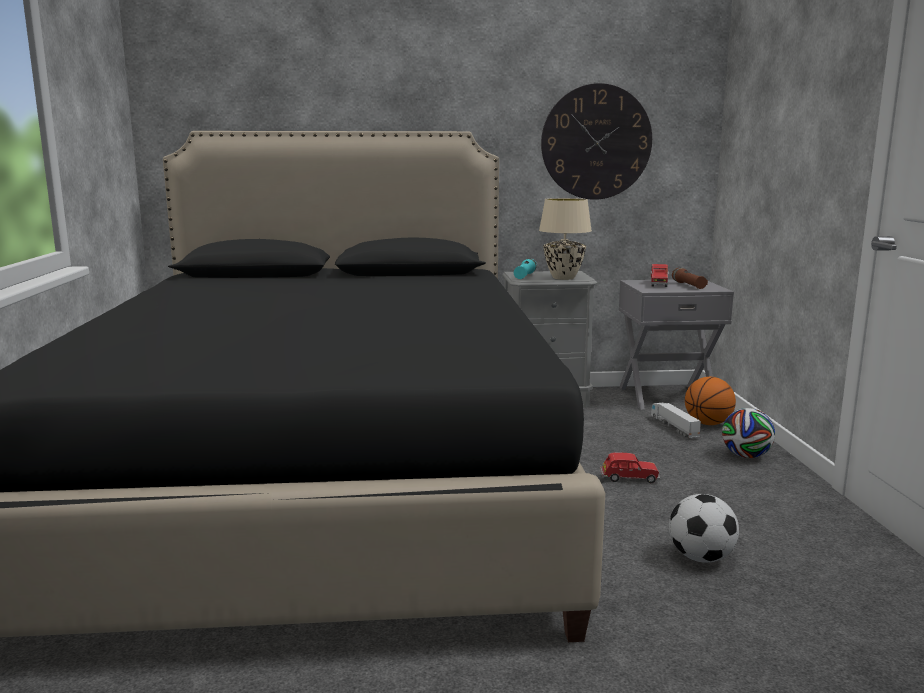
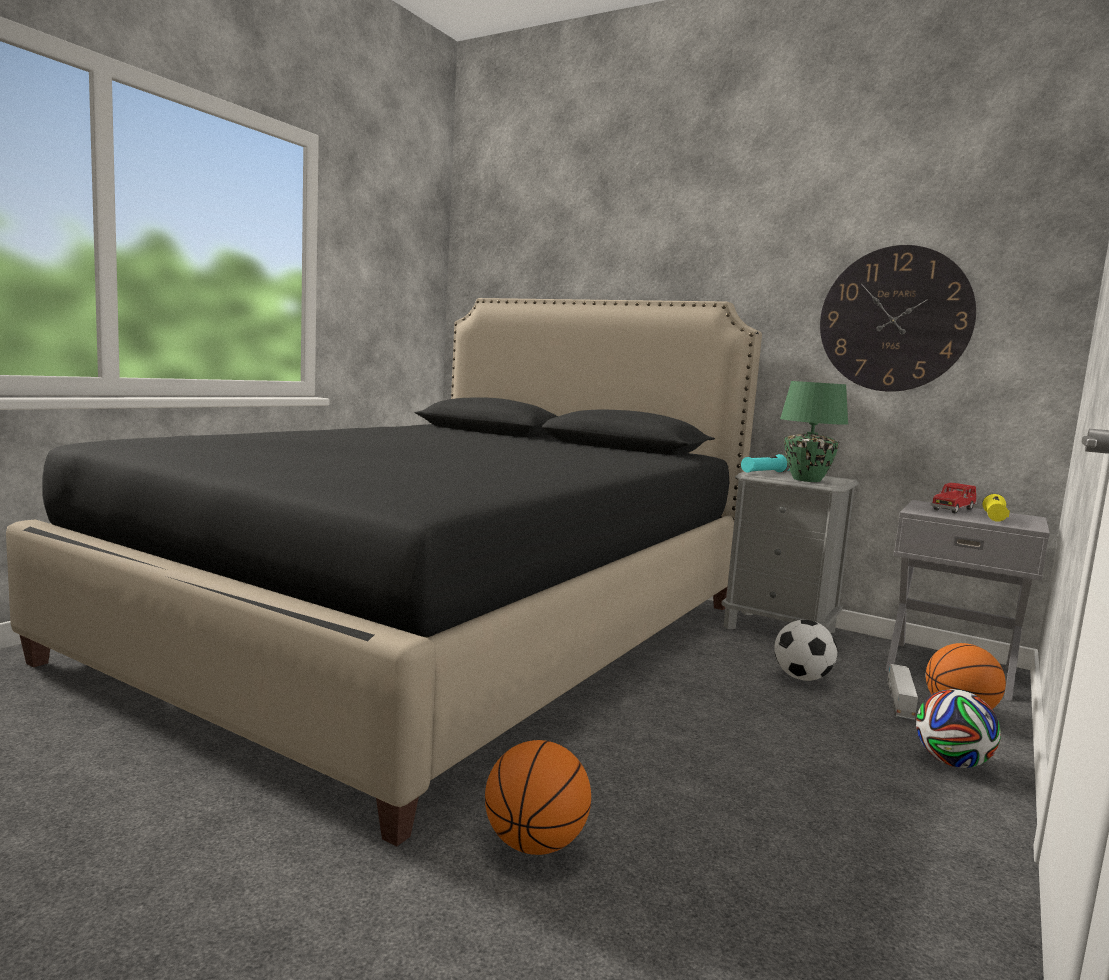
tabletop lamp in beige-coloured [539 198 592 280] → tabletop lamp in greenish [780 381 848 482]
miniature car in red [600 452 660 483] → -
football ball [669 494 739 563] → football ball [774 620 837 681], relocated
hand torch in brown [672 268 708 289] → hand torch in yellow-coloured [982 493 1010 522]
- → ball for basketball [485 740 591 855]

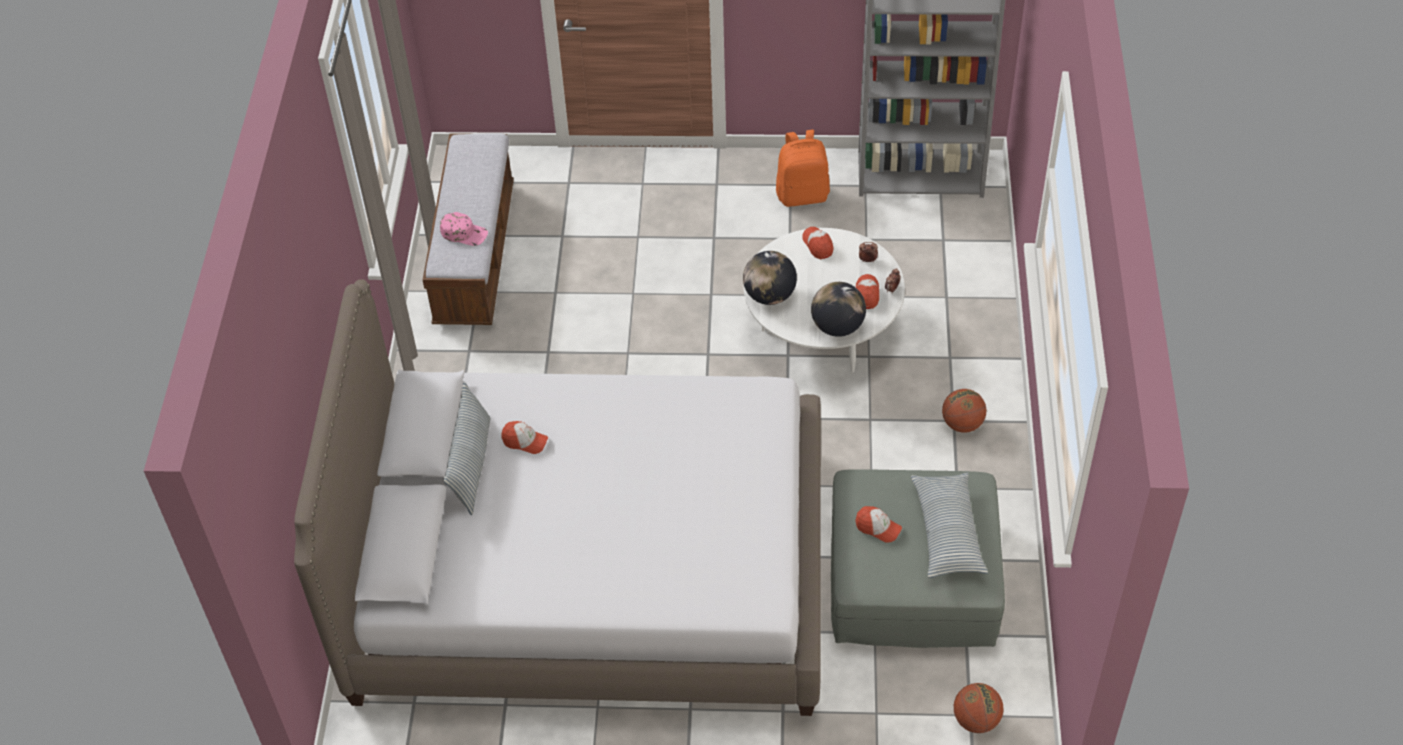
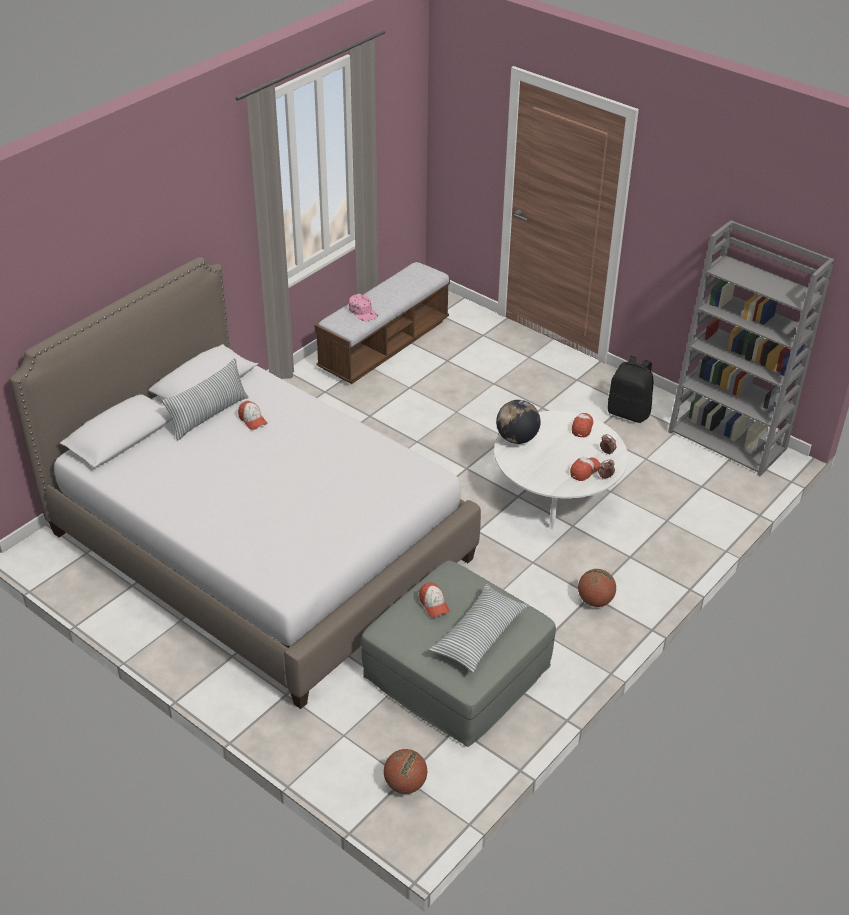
knapsack in orange [776 130 830 207] → knapsack in blackish [608 355 653 423]
desk globe [811 282 866 337] → -

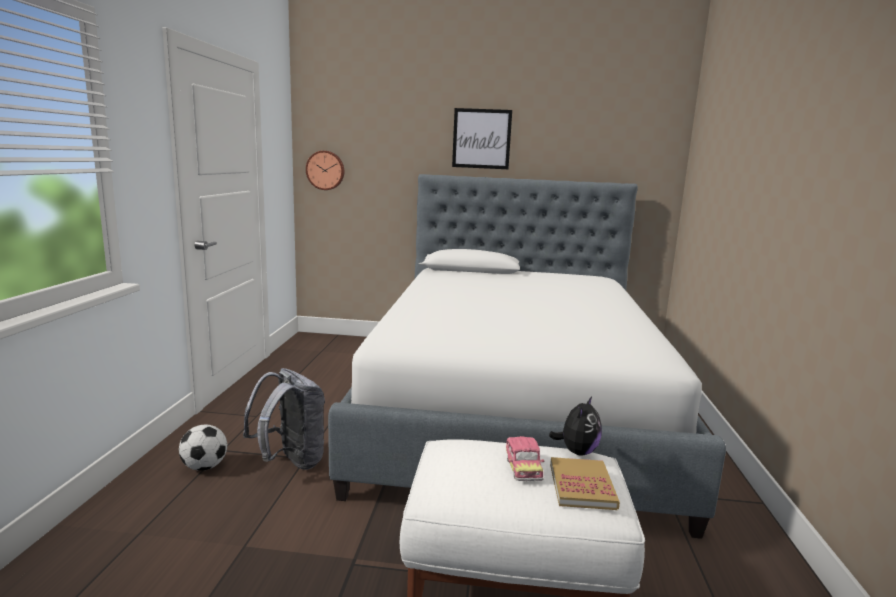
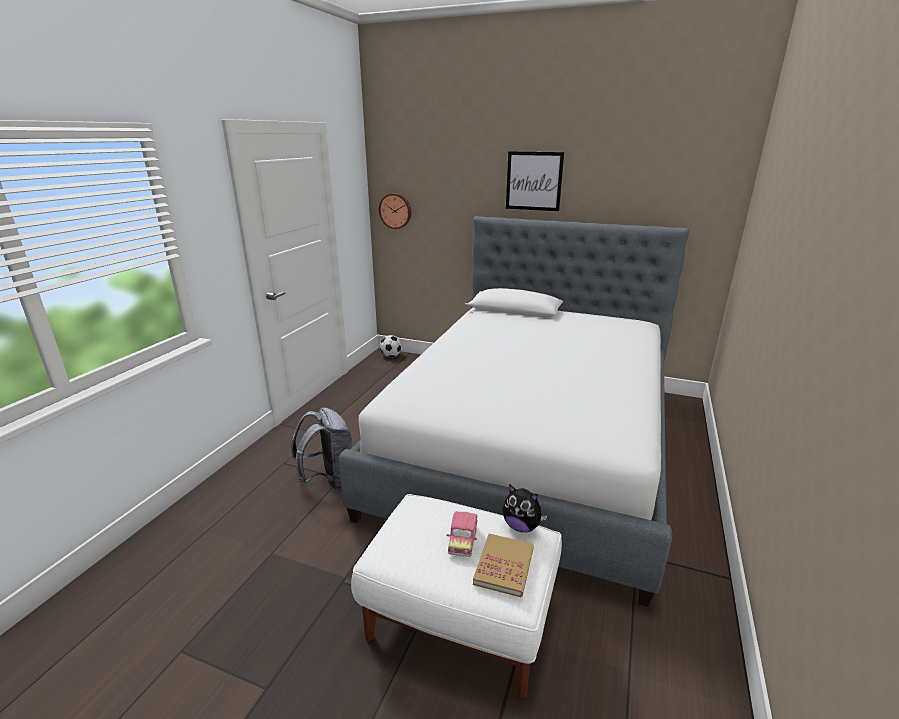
football ball [179 424 227 471] → football ball [380 335 402 357], relocated
cuddly toy [549 396 602 456] → cuddly toy [503 484 548 533], 75 degrees clockwise

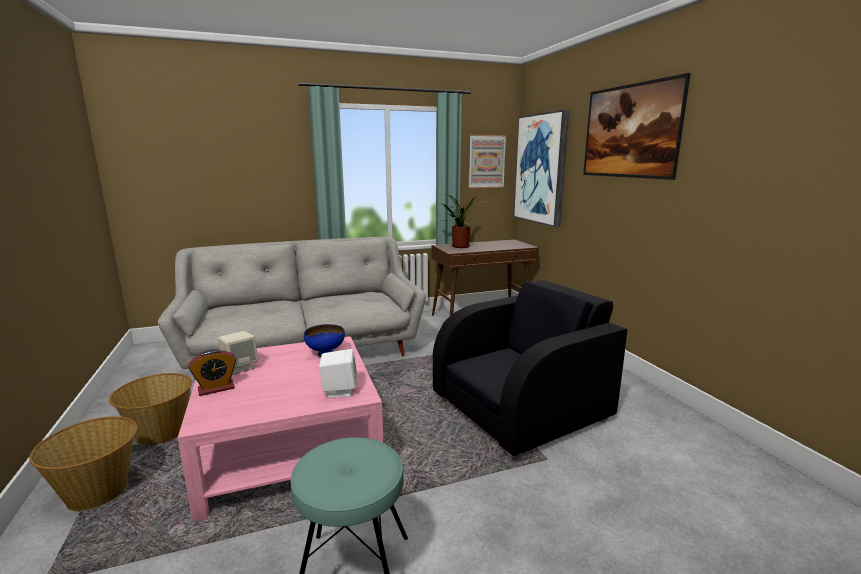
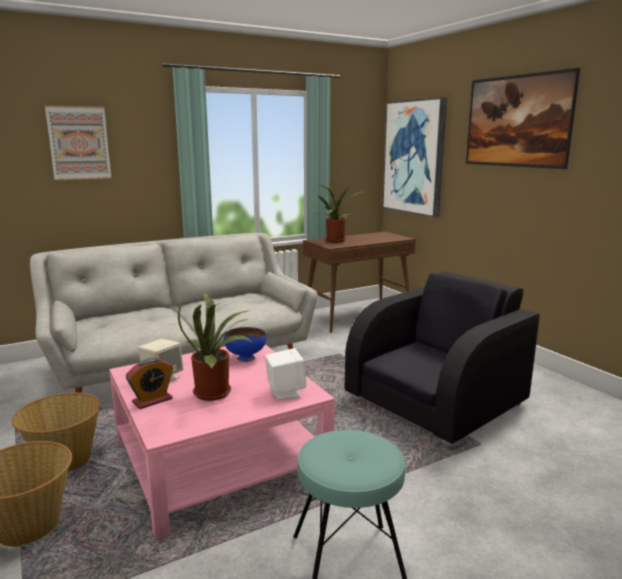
picture [469 135 506 188] → picture [45 105 112 181], relocated
- → houseplant [178 293 251 401]

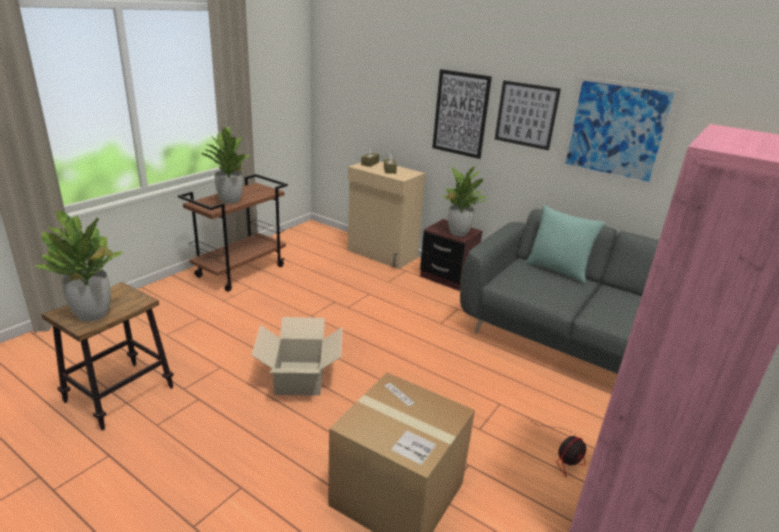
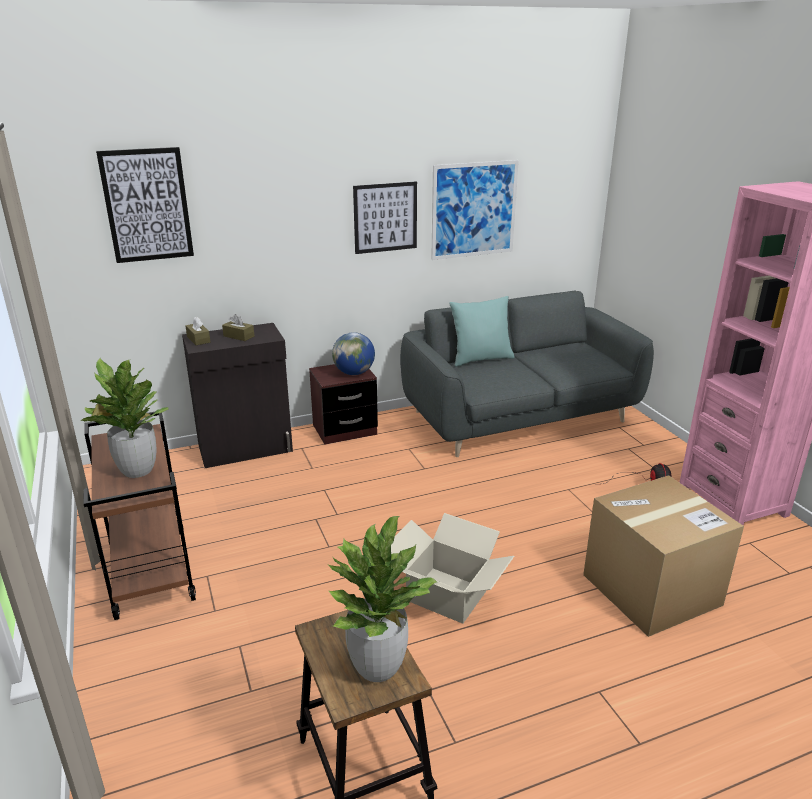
cupboard in beige-coloured [348 161 426 269] → cupboard in blackish [182 323 293 468]
picture [432 69 492 159] → picture [96 147 194 263], relocated
houseplant [441 166 488 237] → desk globe [332 332 375 375]

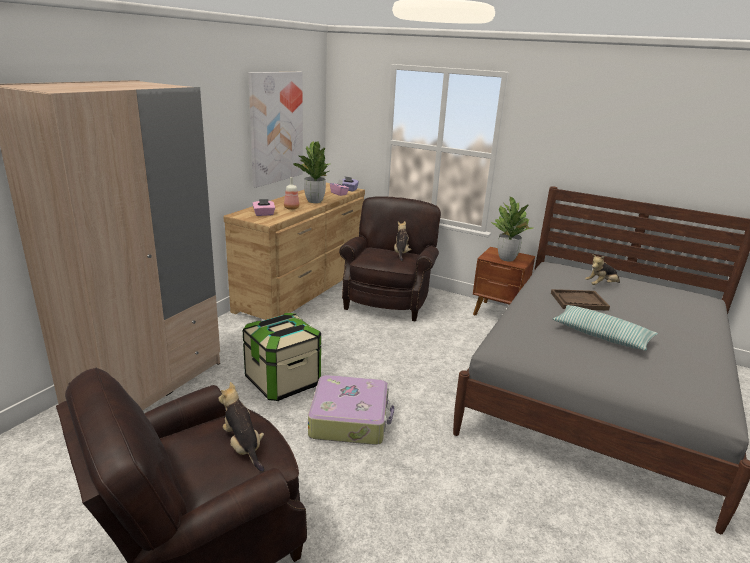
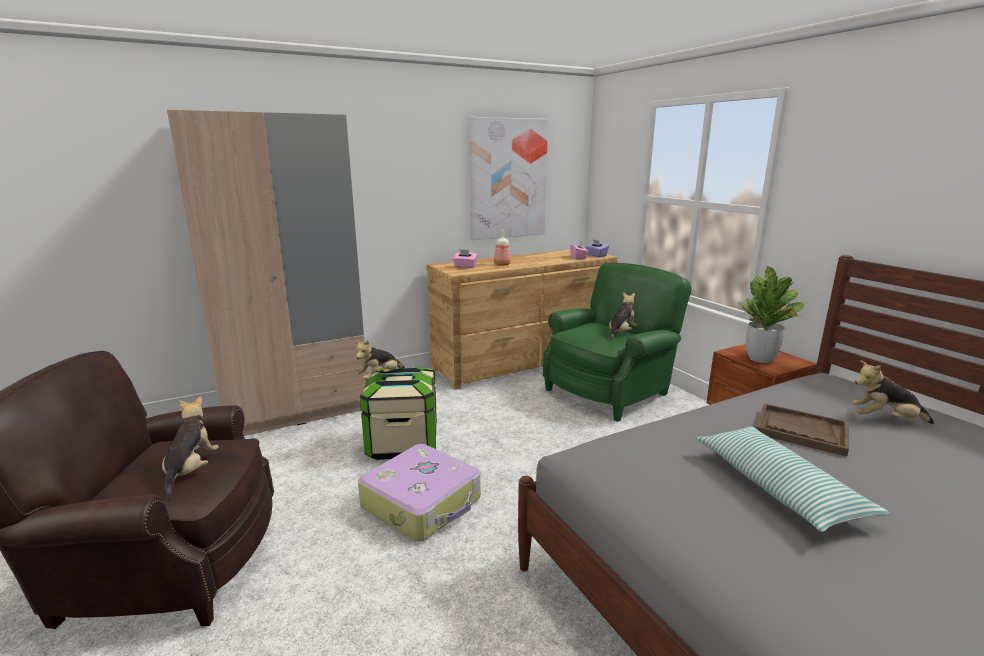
houseplant [293 141 330 203] → -
easy chair in brown [339 196 441 322] → easy chair in greenish [543 263 691 422]
- → cuddly toy [354 340 405 380]

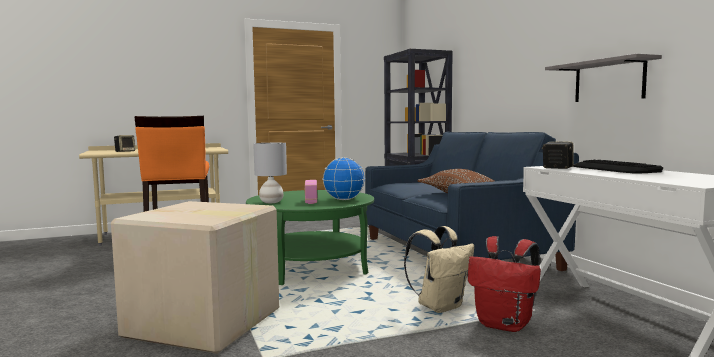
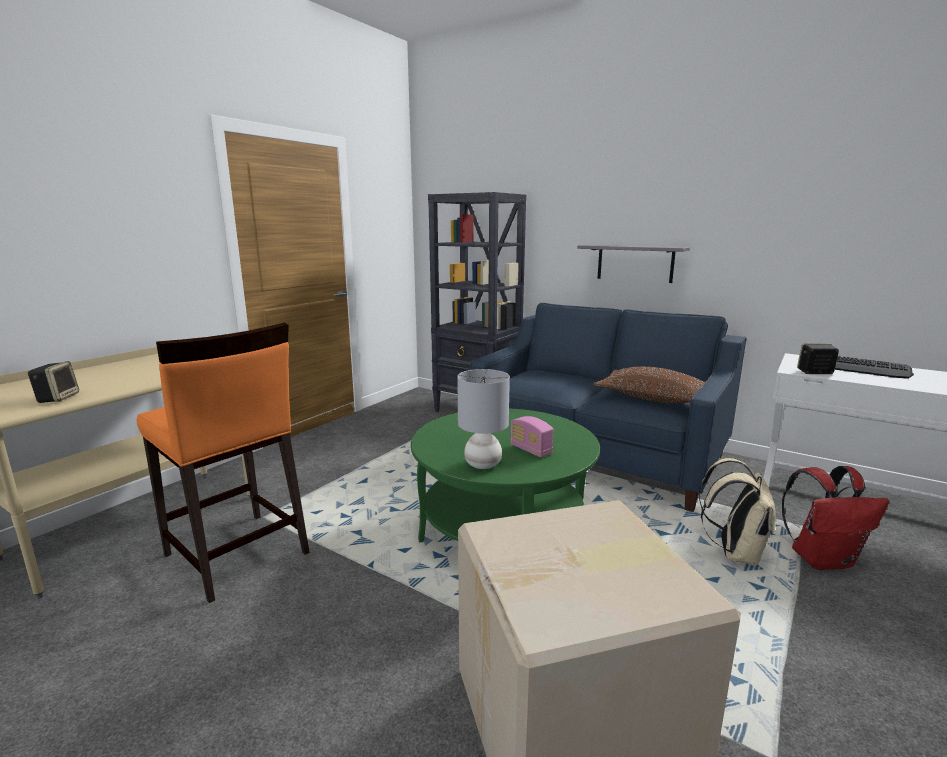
desk globe [322 157 365 200] → -
shelf in grey [545 54 662 102] → shelf in grey [577 245 690 283], relocated

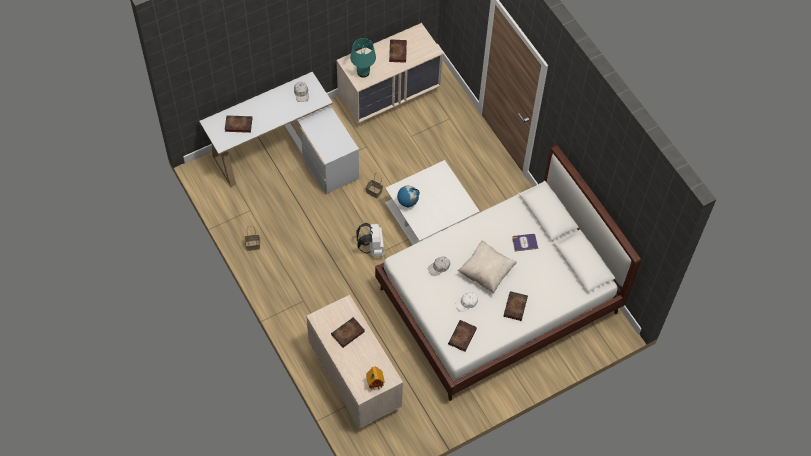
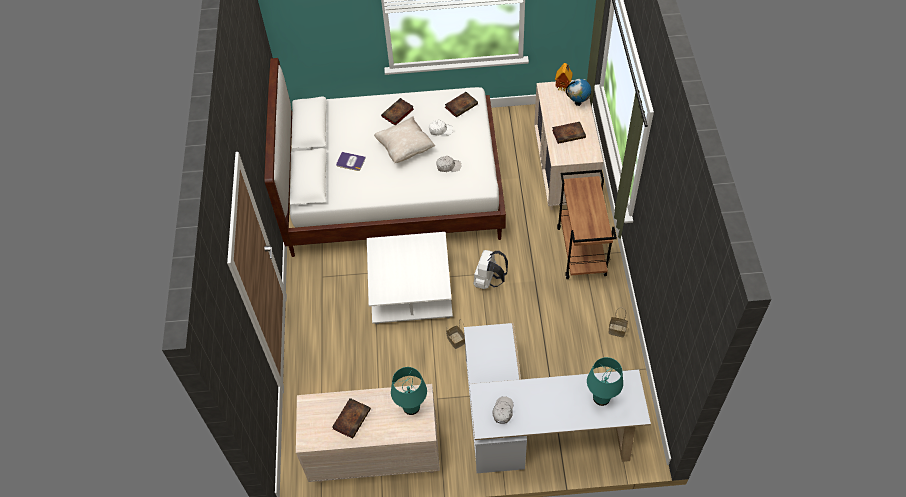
volume [225 115 252 133] → tabletop lamp in blue-green [587 357 623 406]
desk globe [397 186 420 207] → desk globe [566 79 591 106], relocated
- → trolley in brown [557 170 617 279]

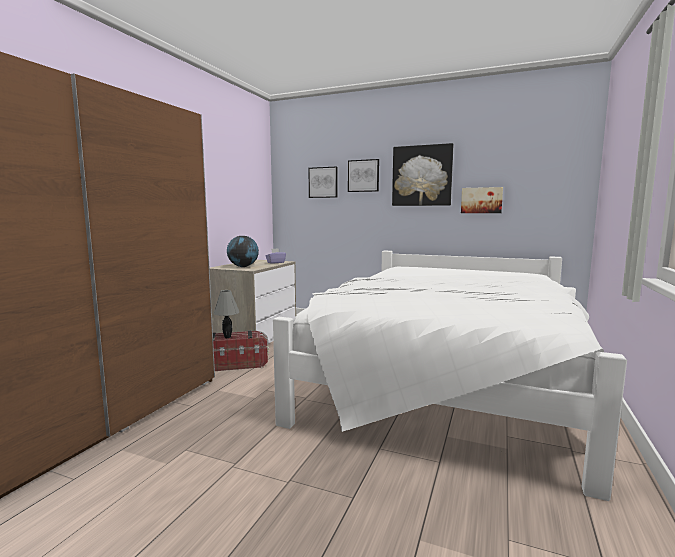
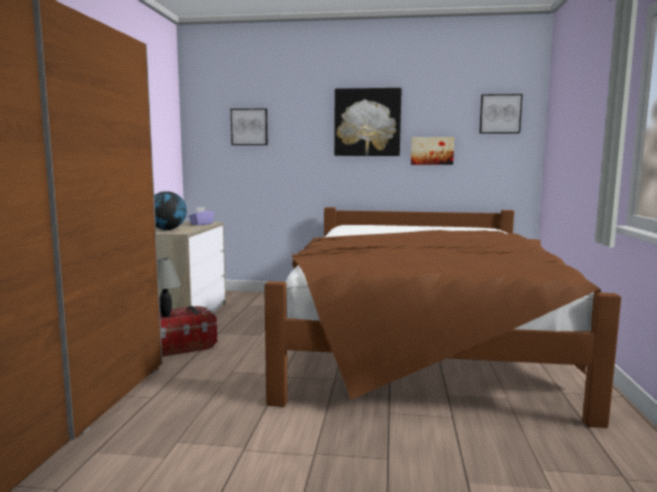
bed in white-coloured [273 251 627 501] → bed in brown [264 207 621 428]
picture [348 159 379 192] → picture [479 94 523 134], relocated

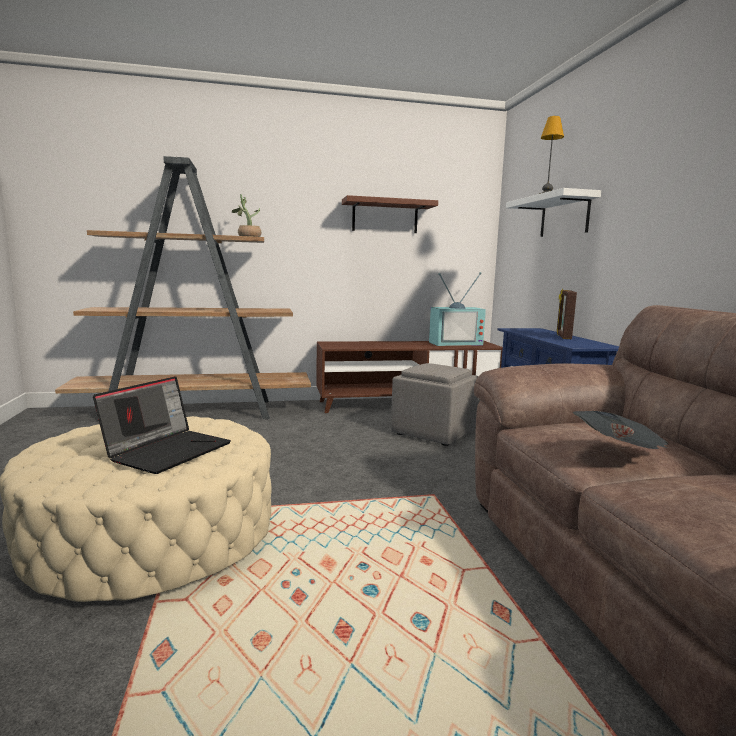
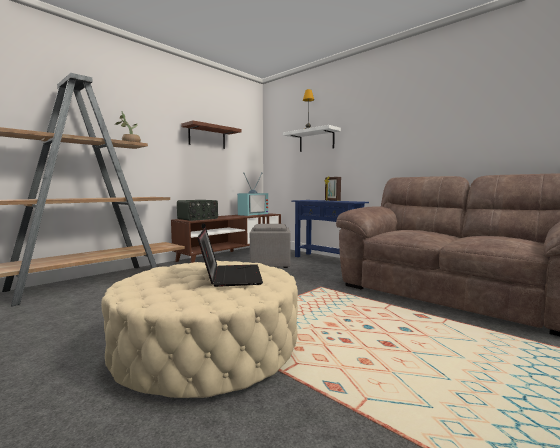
newspaper [572 411 669 449] → -
- → radio set [177 200 218 221]

